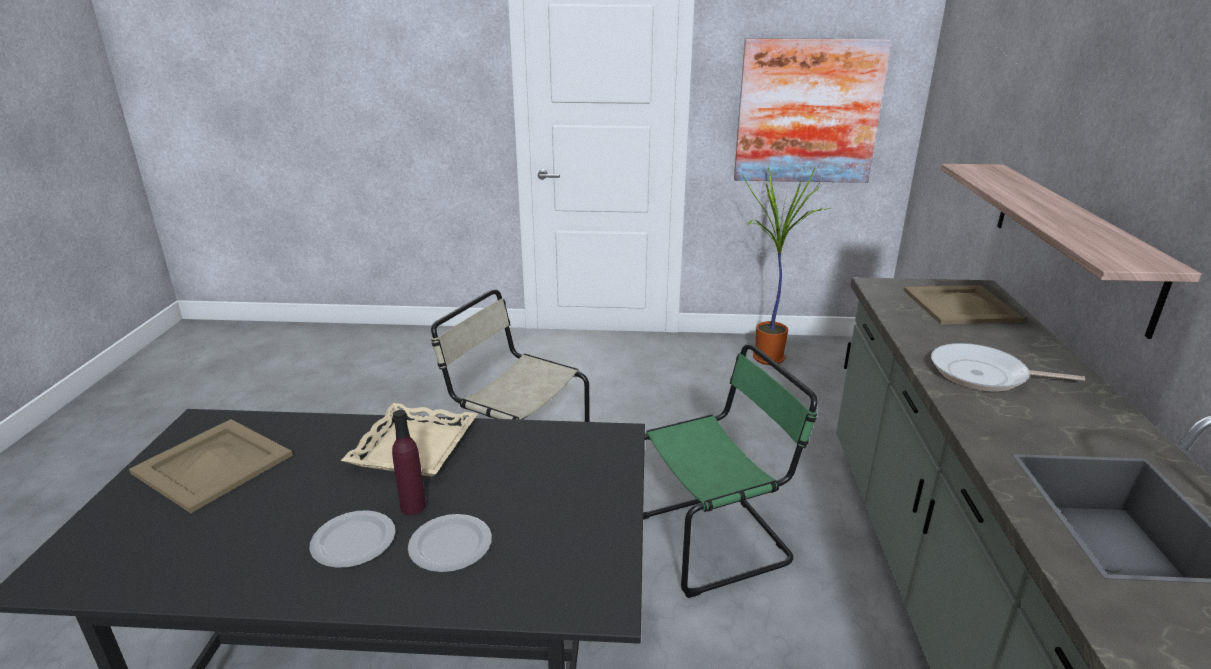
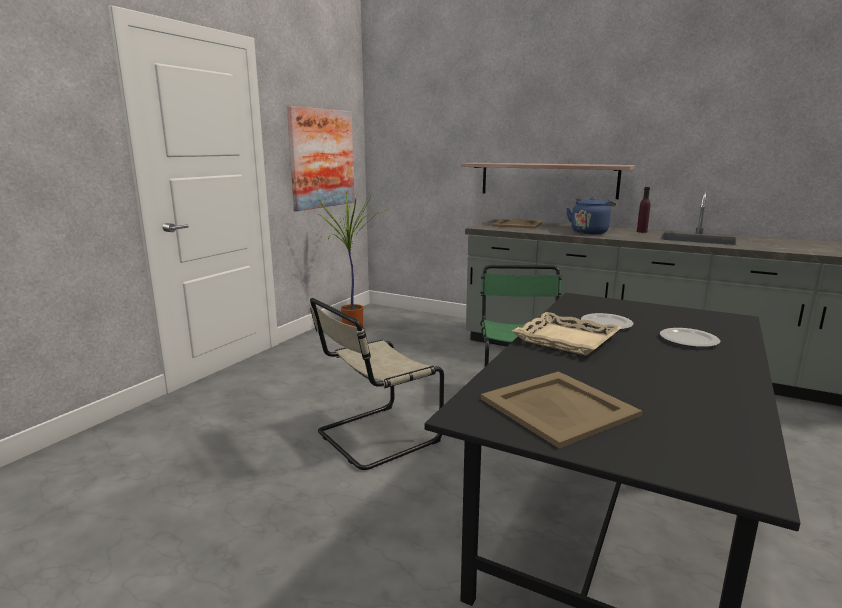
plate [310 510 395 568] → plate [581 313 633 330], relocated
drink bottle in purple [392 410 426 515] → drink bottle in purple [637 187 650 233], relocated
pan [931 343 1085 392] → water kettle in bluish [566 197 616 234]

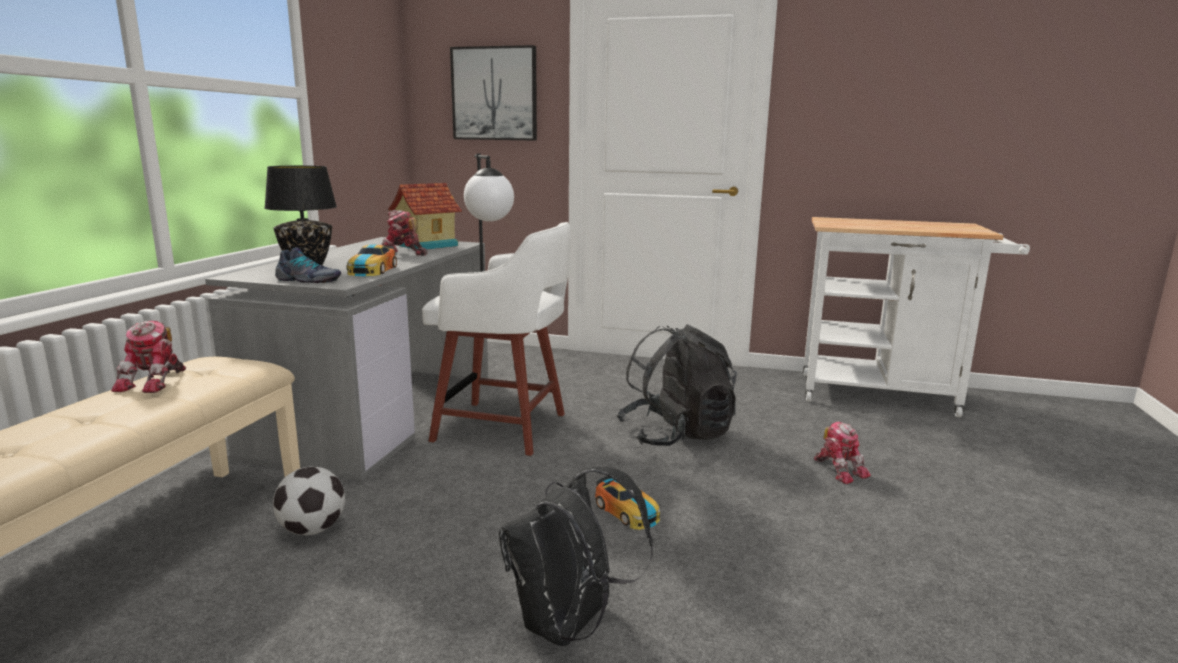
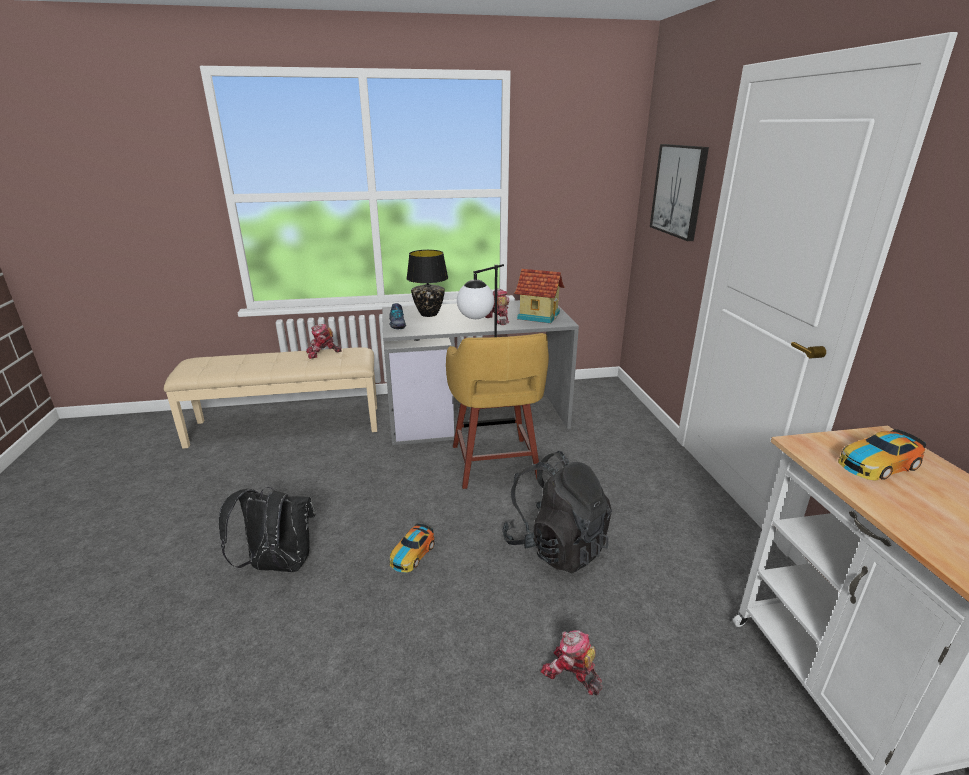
football ball [273 467 345 535] → -
miniature car [347 244 397 276] → miniature car [838 429 926 480], relocated
stool seat in white-coloured [422 222 571 456] → stool seat in yellow-coloured [446 333 549 489]
toy robot [814 422 871 484] → toy robot [540 631 602 695], 90 degrees clockwise

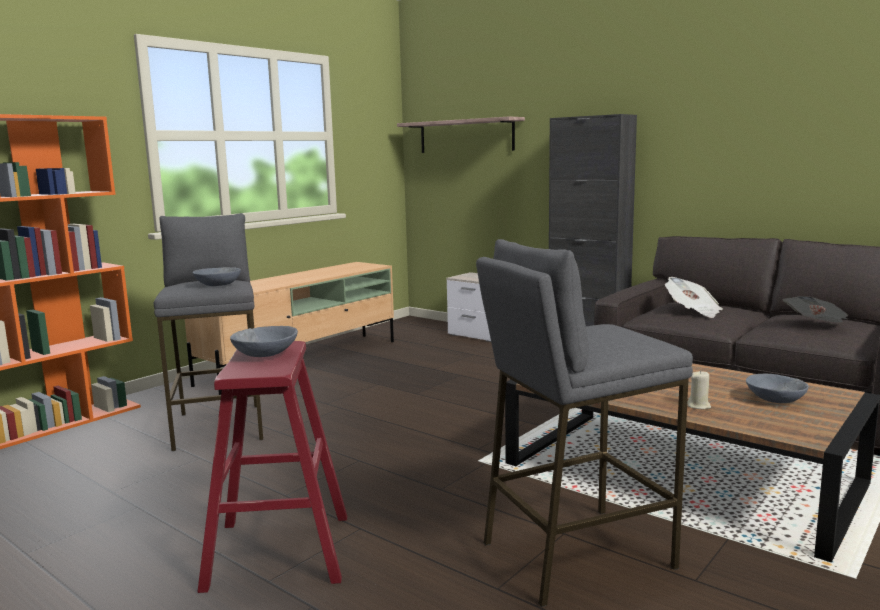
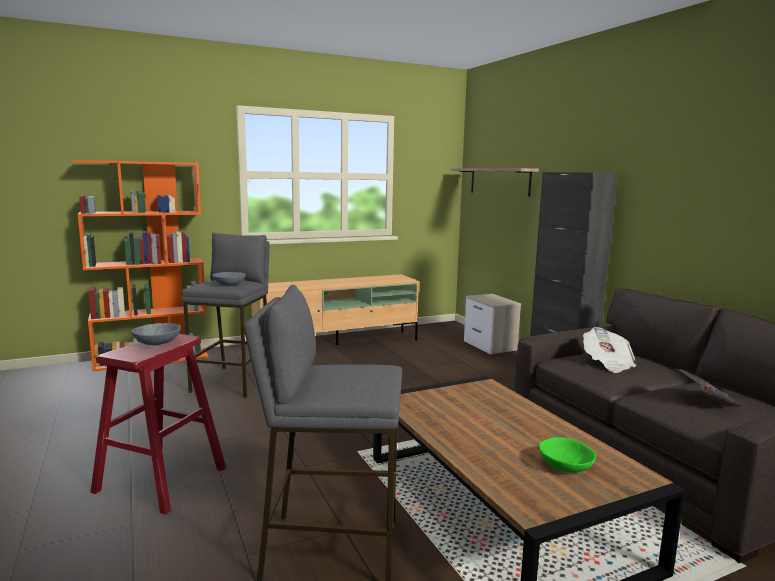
wax candle in beige-coloured [687 370 711 409] → -
bowl in grey [746 374 809 403] → bowl in greenish [539 437 596 473]

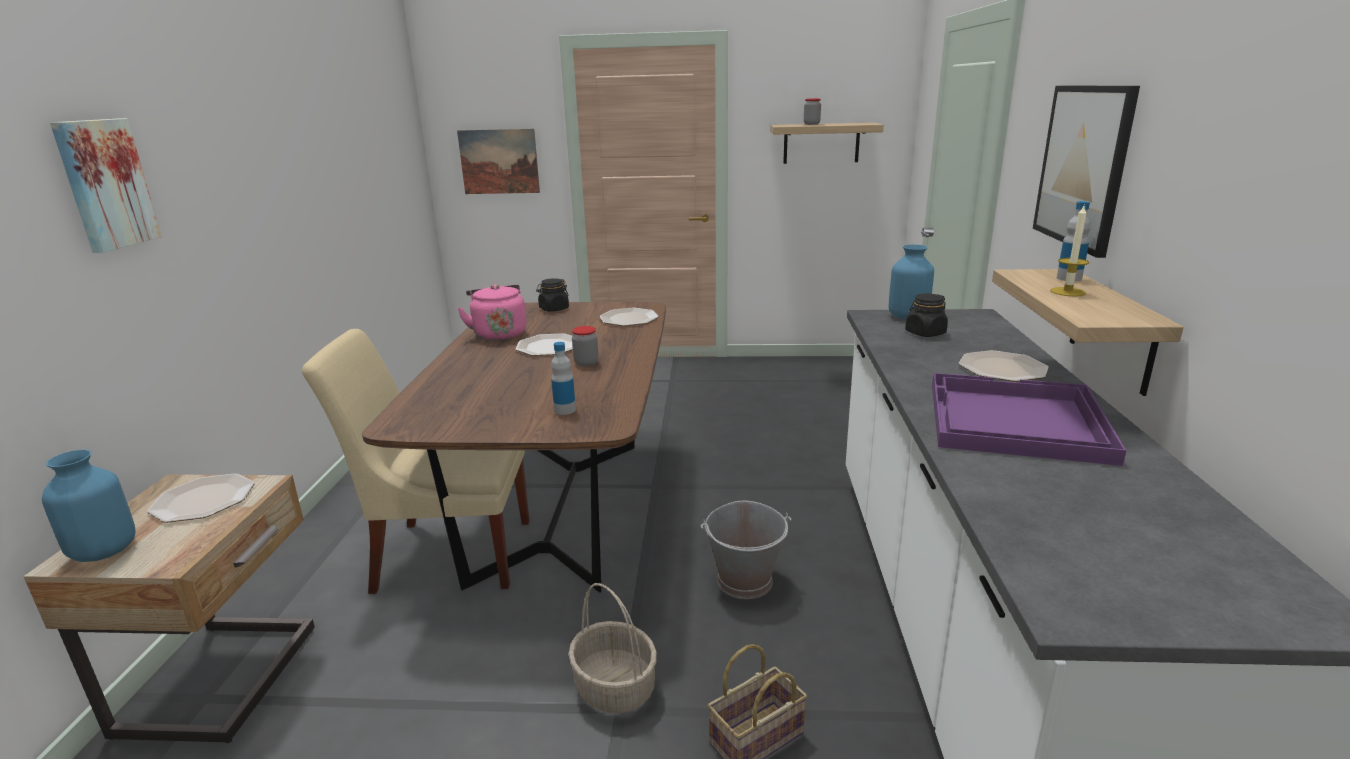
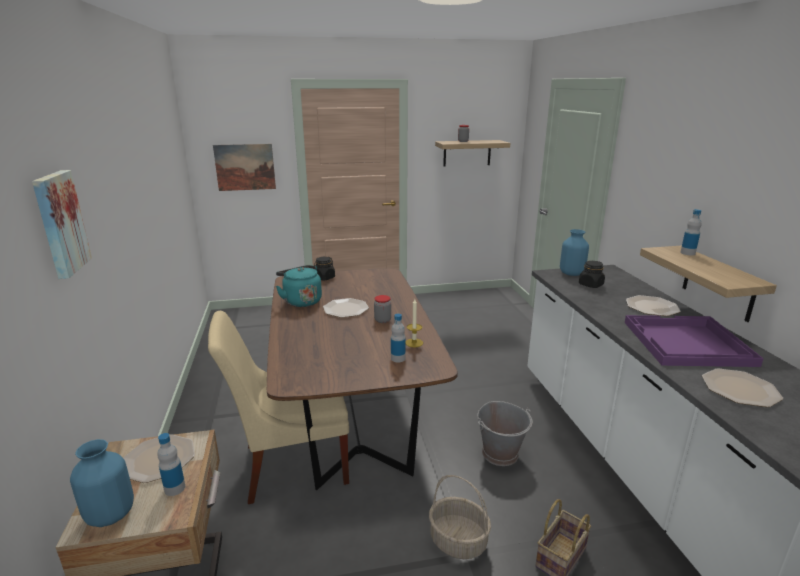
water kettle in pink-coloured [457 284 527 340] → water kettle in blue-green [276 265 322 307]
plate [599 308 659 326] → plate [702 368 783 407], relocated
picture [1033 86 1140 258] → -
wax candle [1050 206 1089 297] → wax candle [406 299 423 347], relocated
- → drink bottle [158 433 185 496]

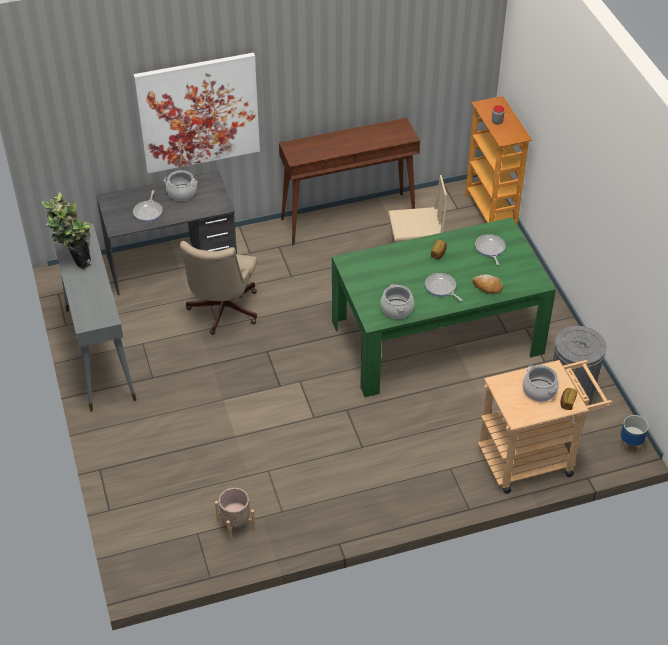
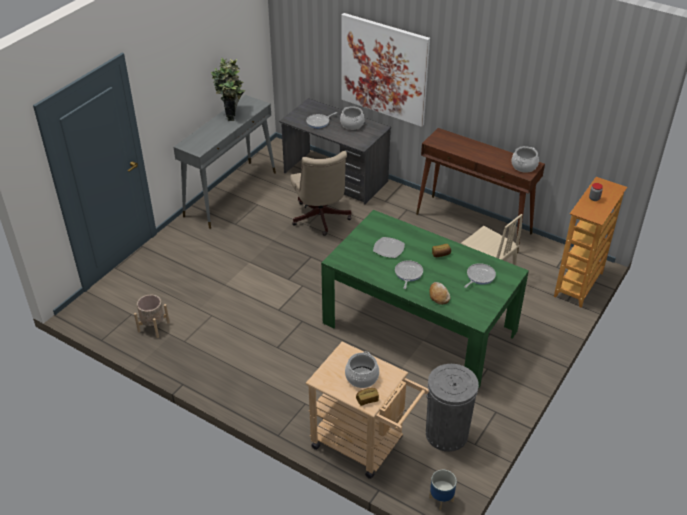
office chair in beige-coloured [180 241 257 335] → office chair in beige-coloured [290 151 352 236], 75 degrees counterclockwise
saucepot [380 284 414 319] → saucepot [512 146 539 173], relocated
- → plate [373 237 405 258]

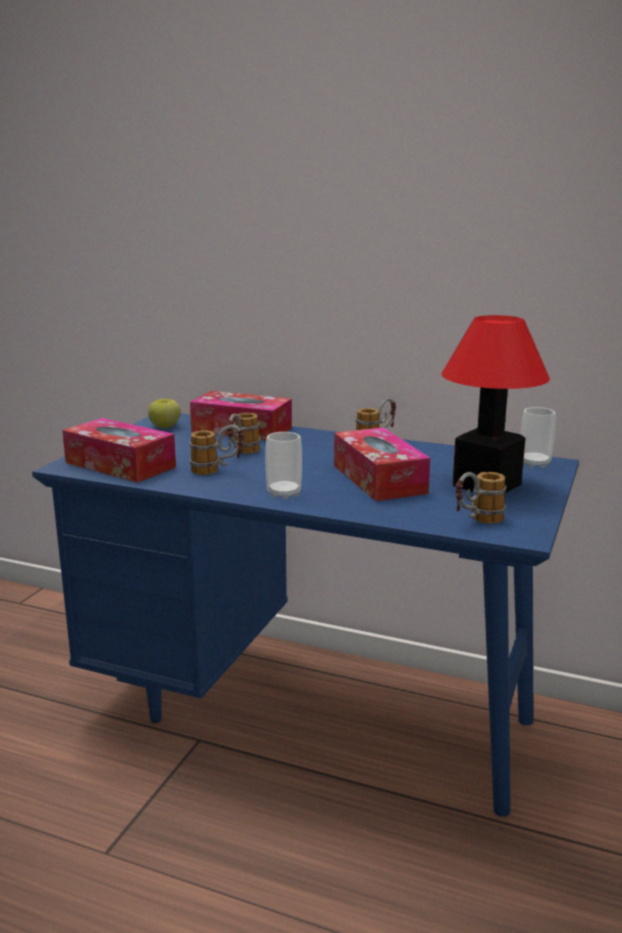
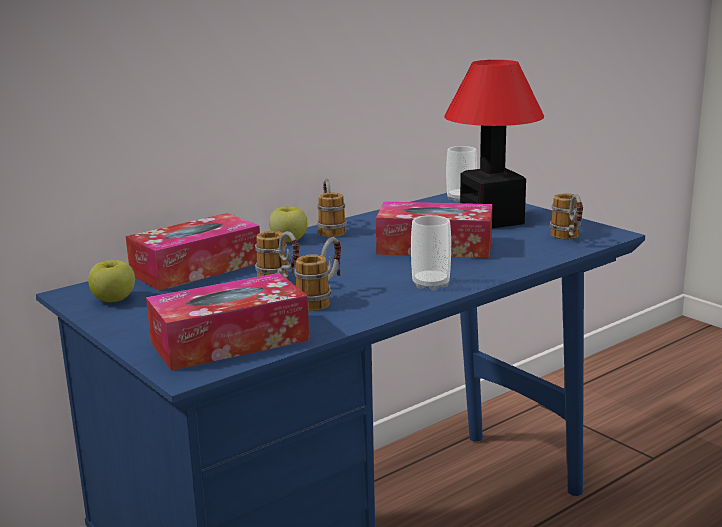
- → apple fruit [269 206 307 242]

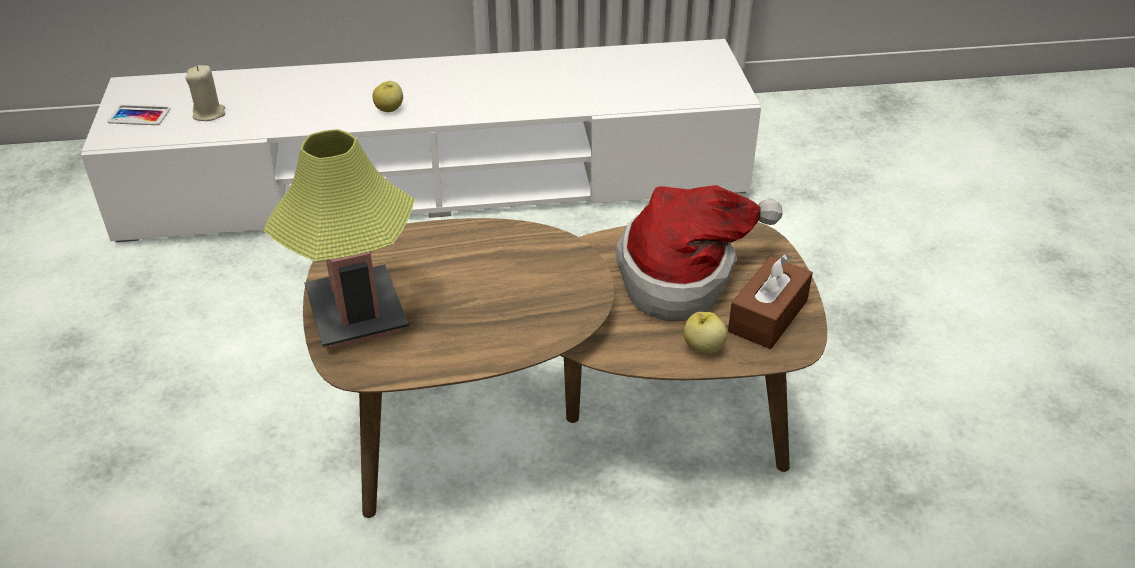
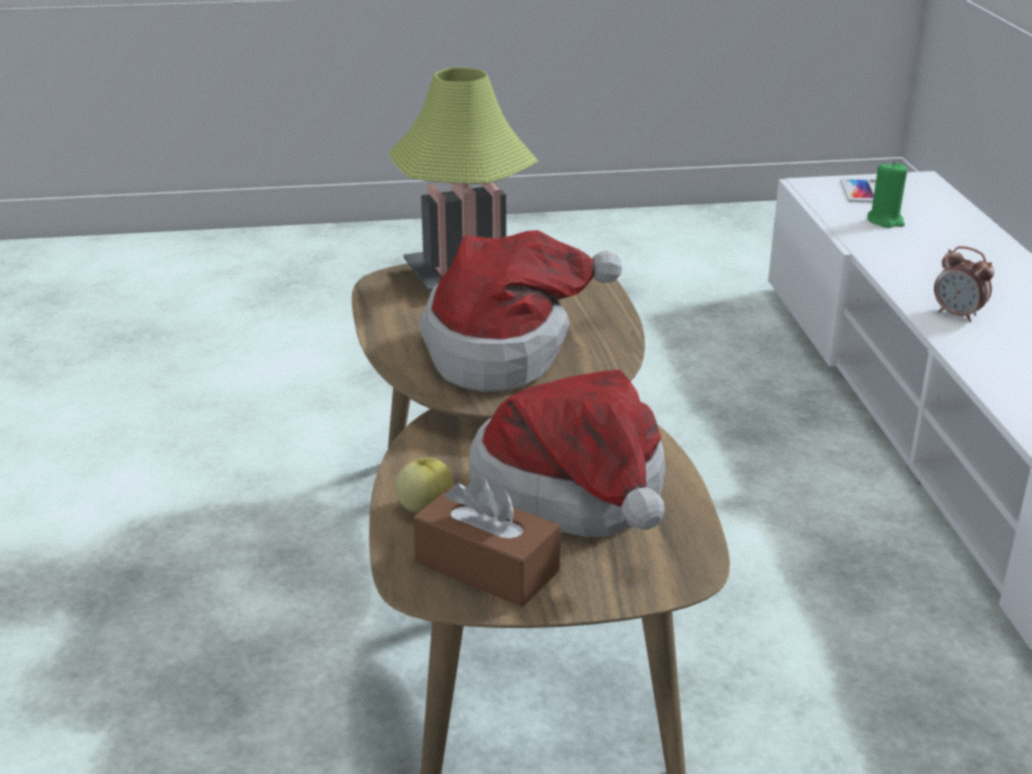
wax candle in beige-coloured [185 65 225 121] → wax candle in greenish [867 161 907 228]
apple fruit [373 81 403 112] → table clock [934 246 994 322]
- → wearable hat [420 230 622 392]

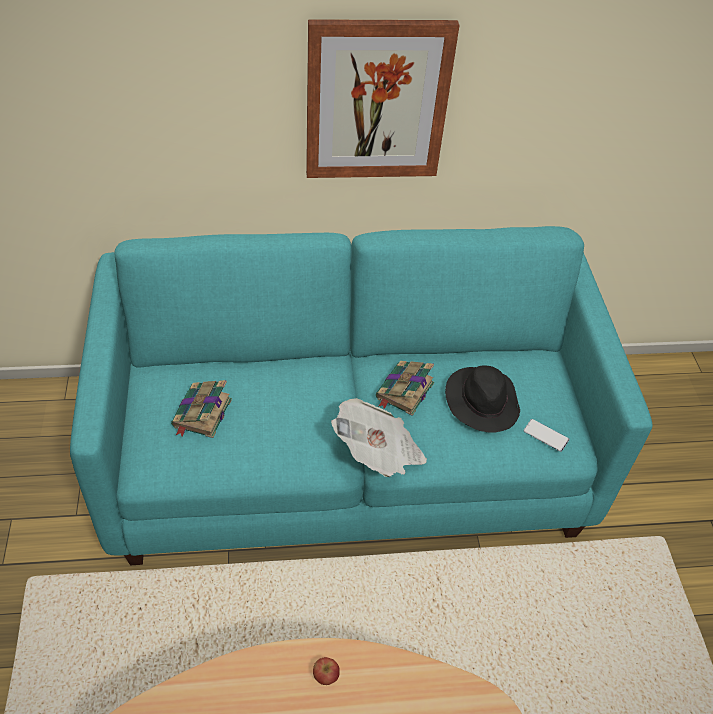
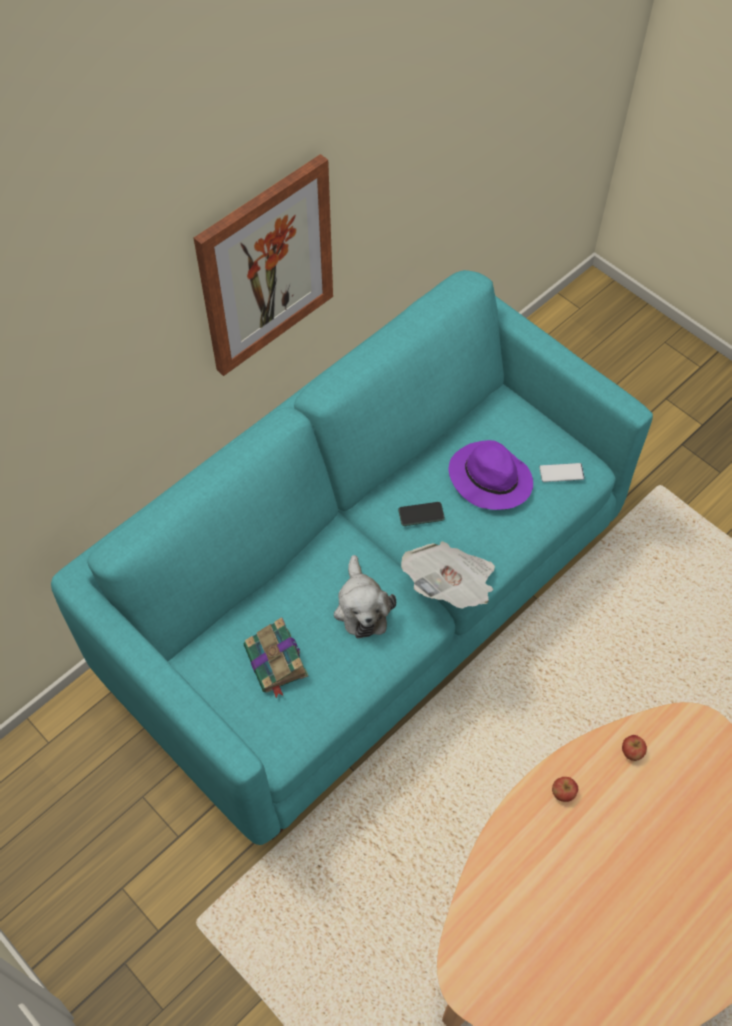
volume [376 361 434 416] → telephone [398 502 445 526]
wearable hat in blackish [445 365 520 433] → wearable hat in purple [449 440 533 510]
- → cuddly toy [334 555 396 638]
- → apple fruit [622 735 647 761]

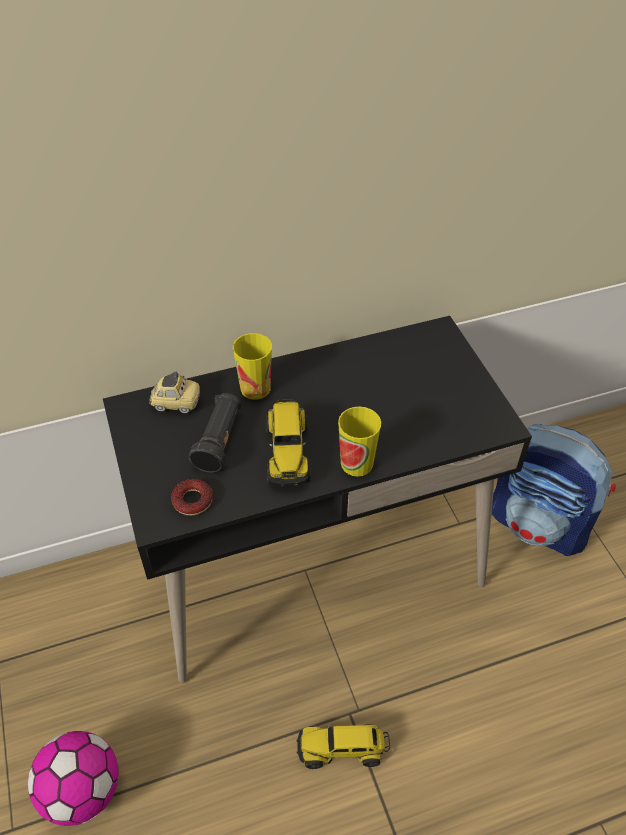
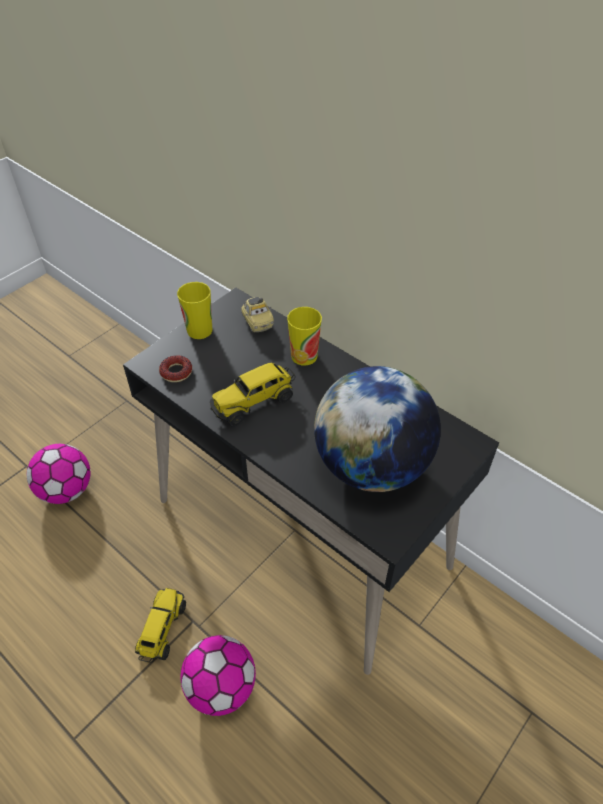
hand torch in blackish [188 393 242 473] → -
model truck [296 724 390 769] → model truck [135 588 186 663], 45 degrees clockwise
small cup [338 406 381 477] → small cup [177 282 212 339], relocated
knapsack [492 424 616 556] → -
- → football ball [181 635 256 716]
- → desk globe [314 366 441 492]

